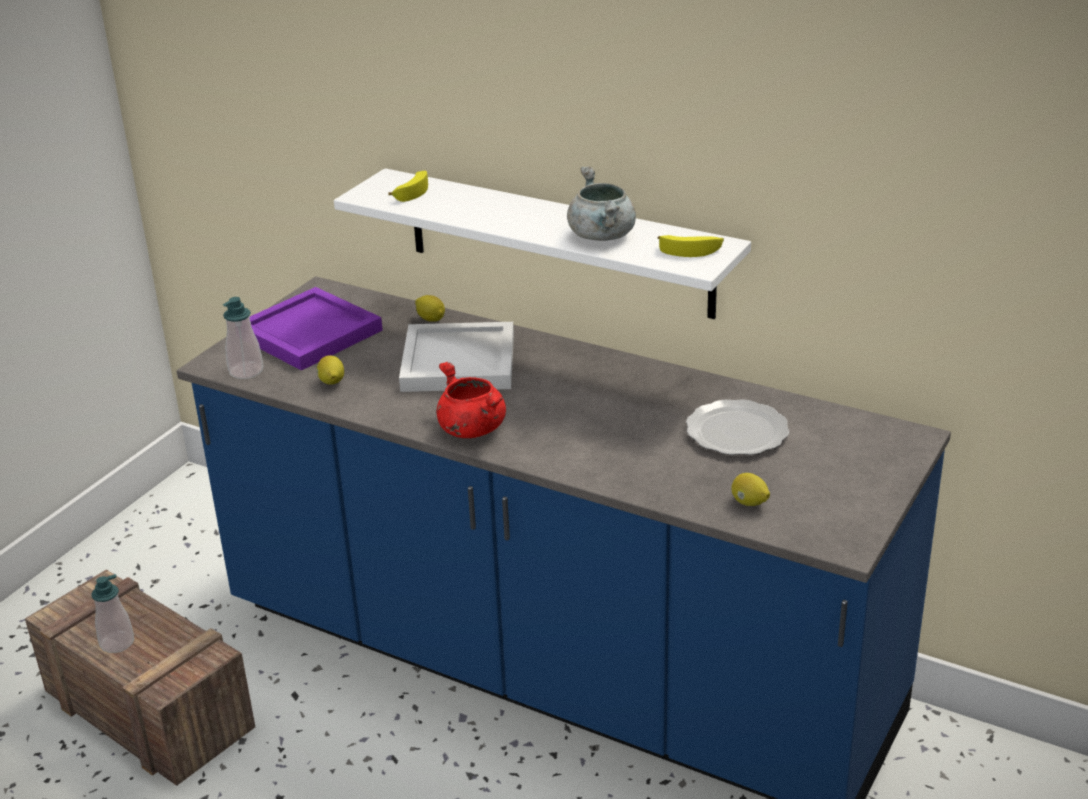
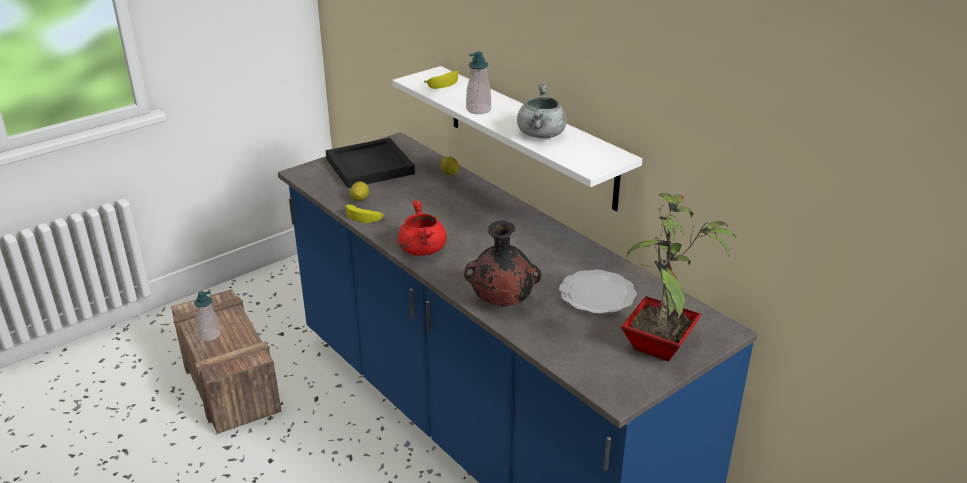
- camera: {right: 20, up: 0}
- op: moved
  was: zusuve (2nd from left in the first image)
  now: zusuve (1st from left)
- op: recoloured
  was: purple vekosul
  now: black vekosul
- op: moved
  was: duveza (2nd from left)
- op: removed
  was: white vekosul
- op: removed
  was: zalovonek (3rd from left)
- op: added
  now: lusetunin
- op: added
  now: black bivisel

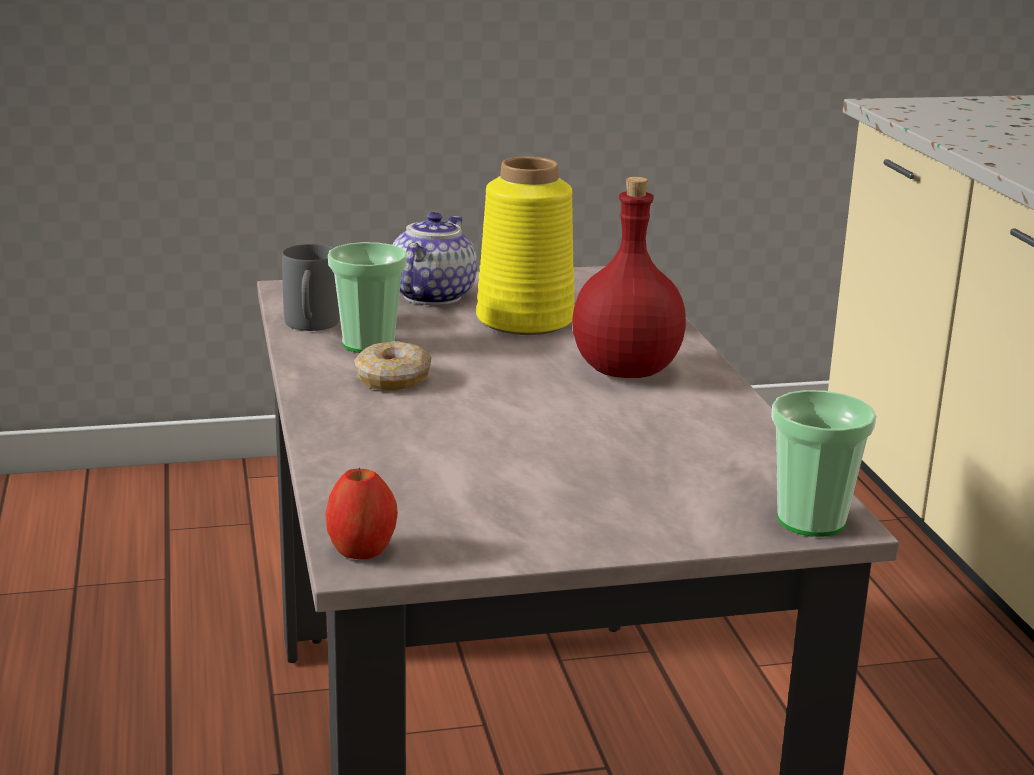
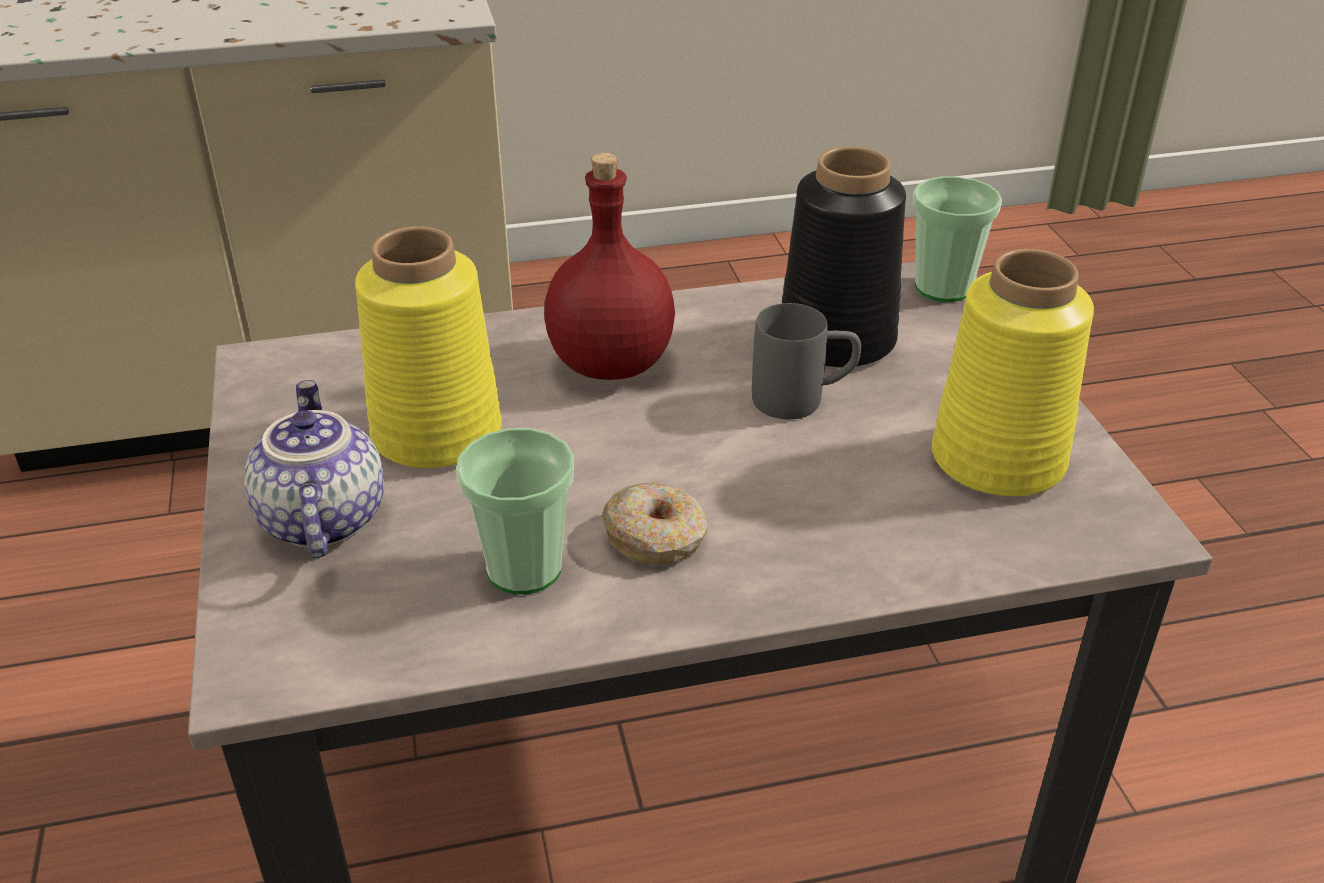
- camera: {right: -90, up: 15}
- op: turned
  was: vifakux
  clockwise: 60
- op: moved
  was: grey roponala
- op: removed
  was: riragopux
- op: added
  now: black bivisel
- op: added
  now: yellow bivisel (2nd from left)

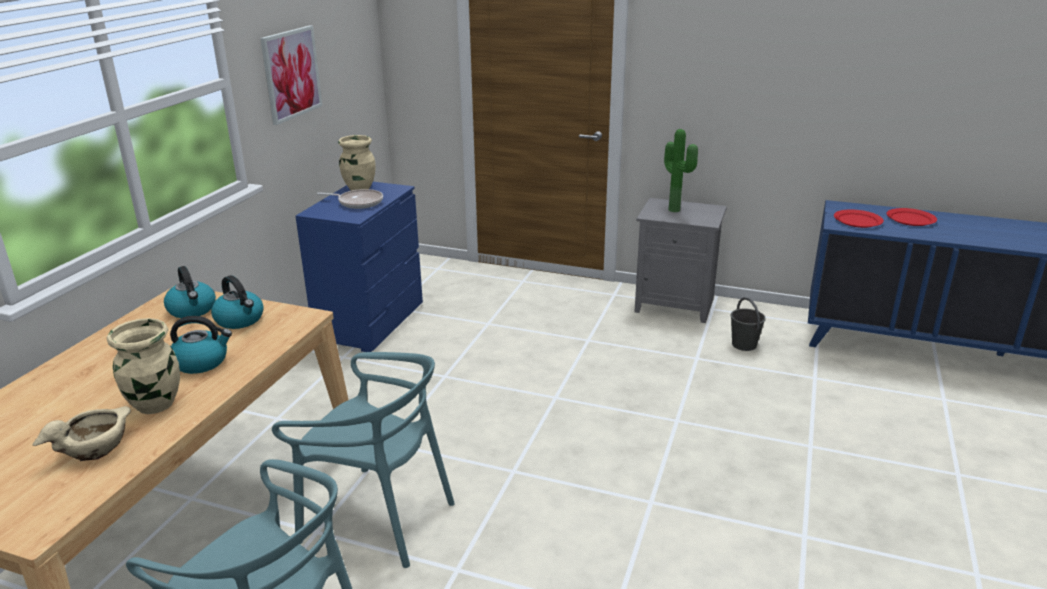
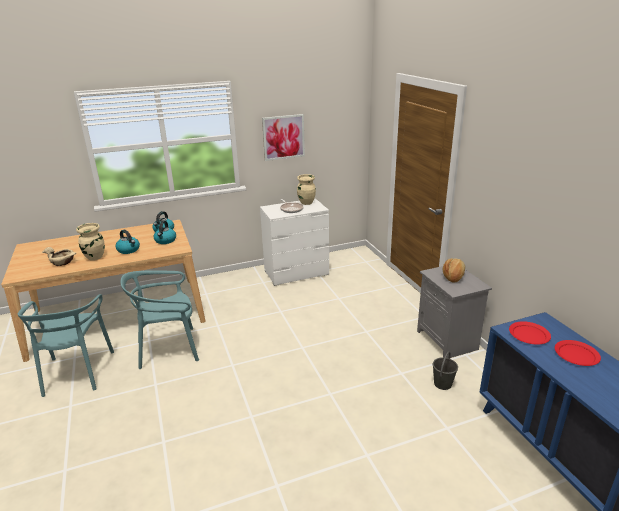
- camera: {right: 50, up: 0}
- op: replaced
  was: lusetunin
  now: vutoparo
- op: recoloured
  was: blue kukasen
  now: white kukasen
- op: turned
  was: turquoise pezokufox (2nd from left)
  clockwise: 90

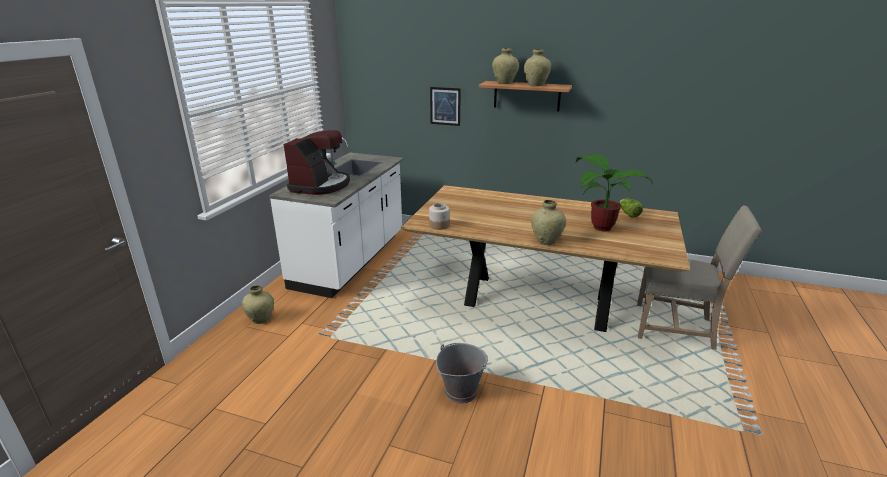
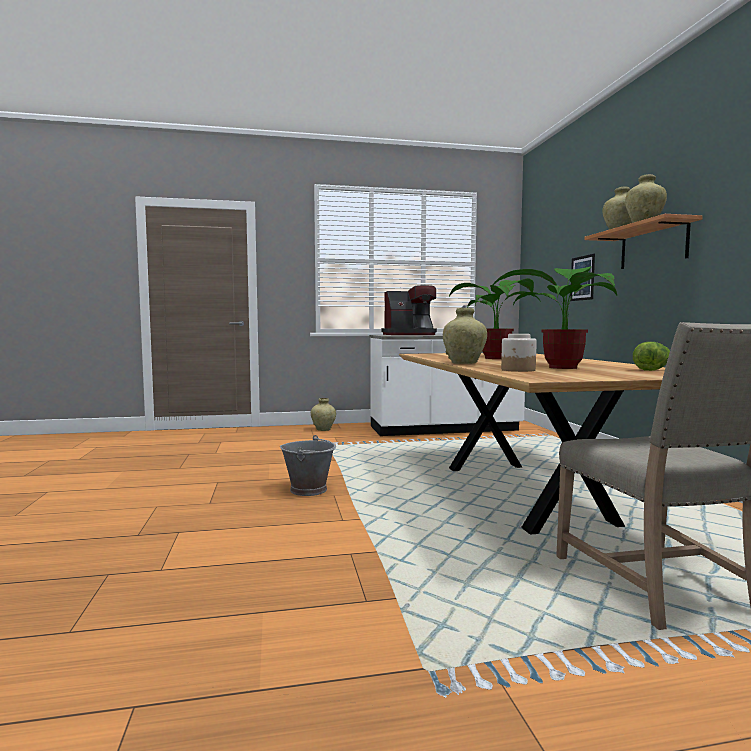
- camera: {right: 60, up: -20}
- op: moved
  was: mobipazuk
- op: added
  now: lusetunin (1st from left)

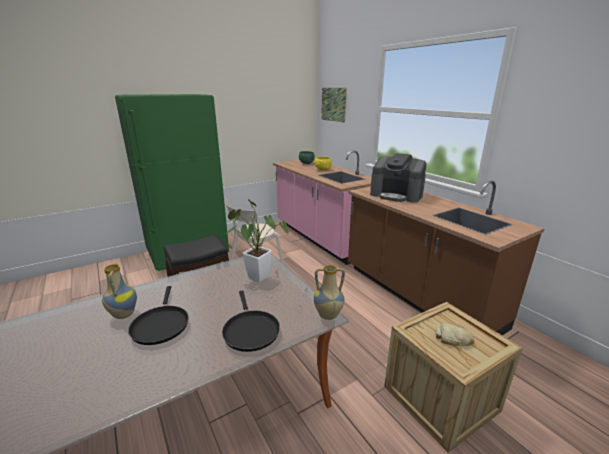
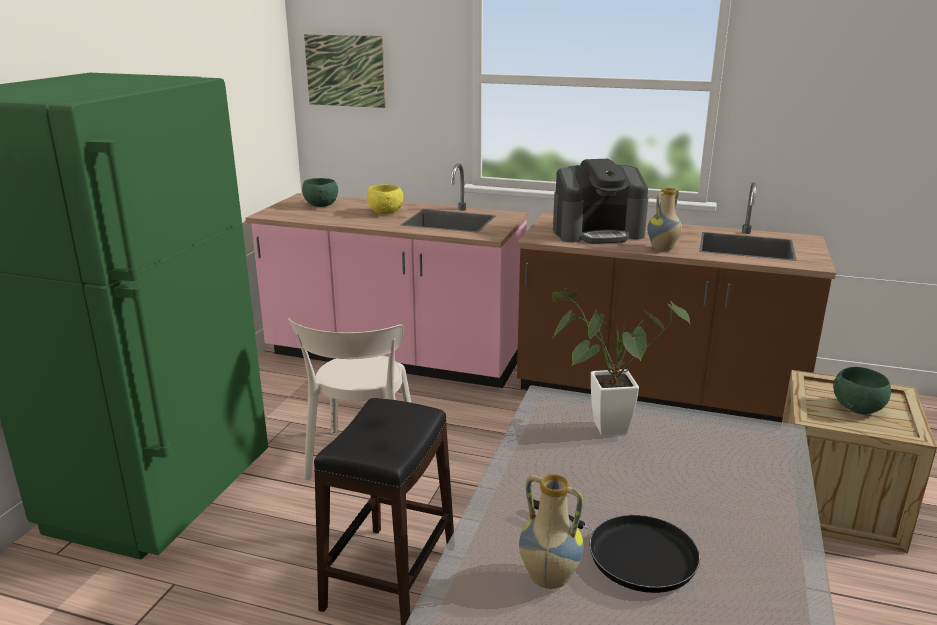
- camera: {right: -40, up: 0}
- op: moved
  was: bivisel (2nd from left)
- op: removed
  was: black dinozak (2nd from left)
- op: replaced
  was: vutoparo
  now: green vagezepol (2nd from left)

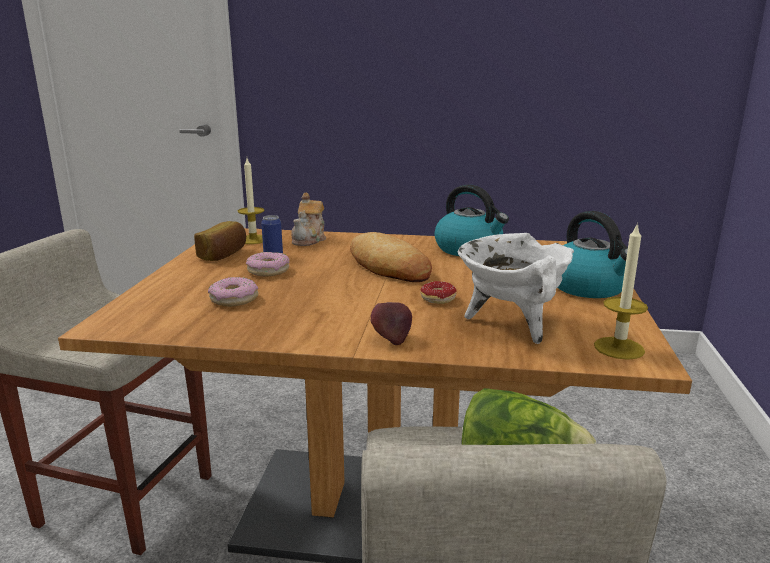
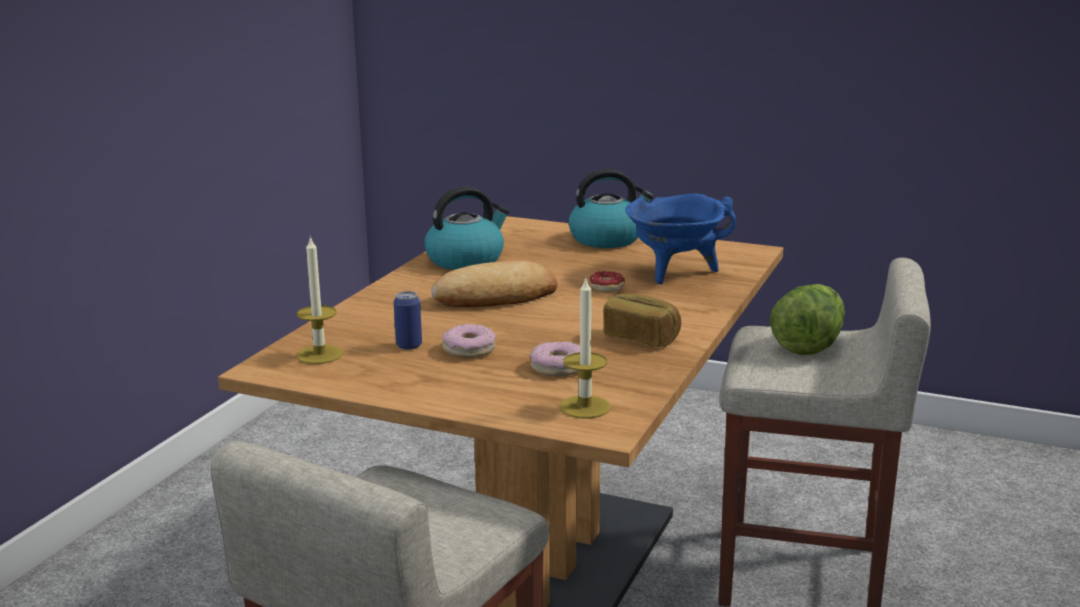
- camera: {right: -75, up: 0}
- op: removed
  was: vifakux
- op: moved
  was: vutoparo (1st from left in the first image)
  now: vutoparo (2nd from left)
- op: moved
  was: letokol (2nd from left)
- op: recoloured
  was: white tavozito
  now: blue tavozito
- op: removed
  was: riragopux

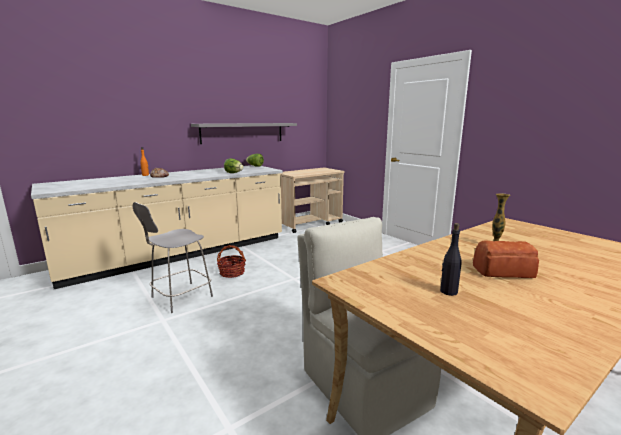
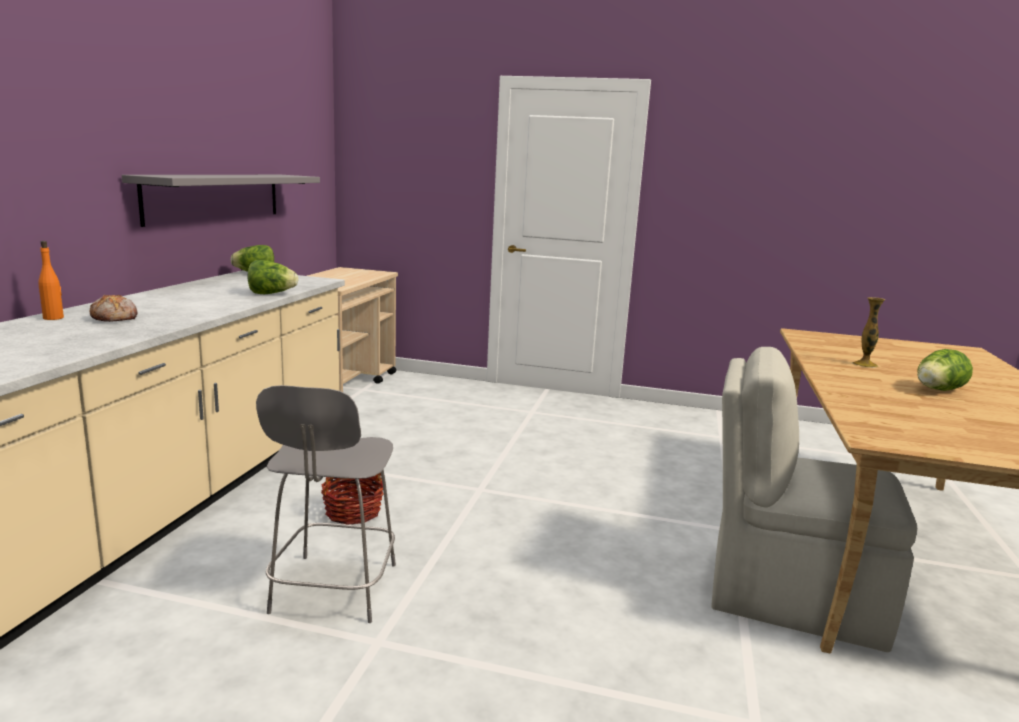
- camera: {right: -40, up: 0}
- op: removed
  was: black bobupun
- op: replaced
  was: vutoparo (2nd from left)
  now: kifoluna (3rd from left)

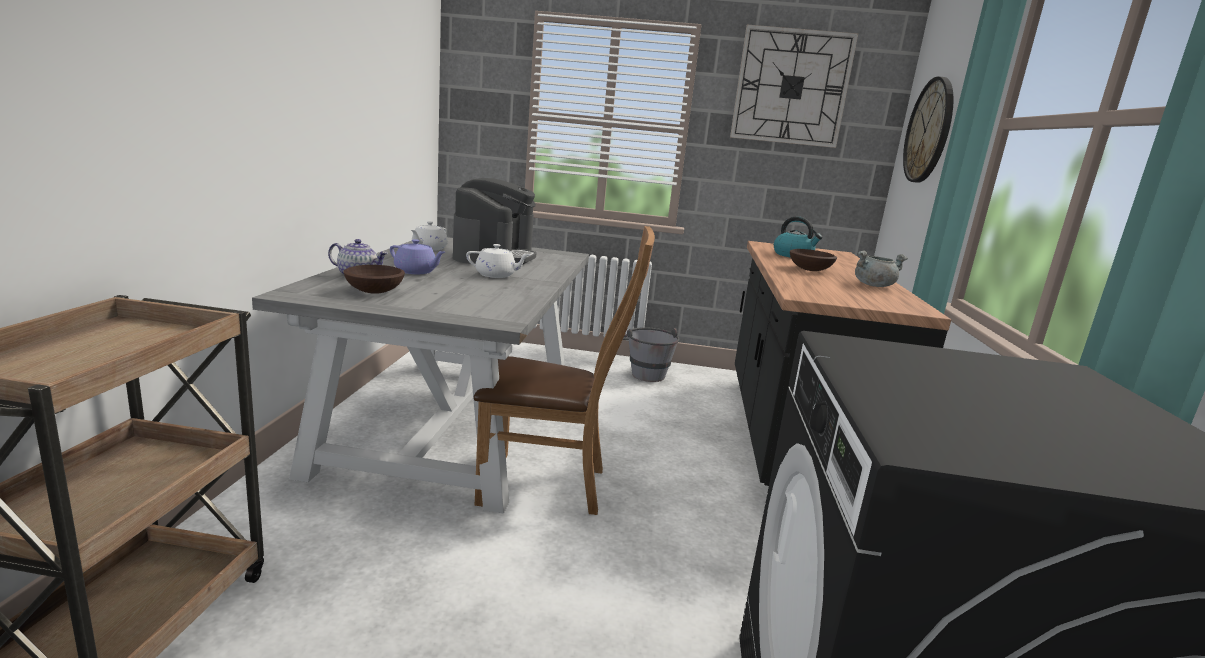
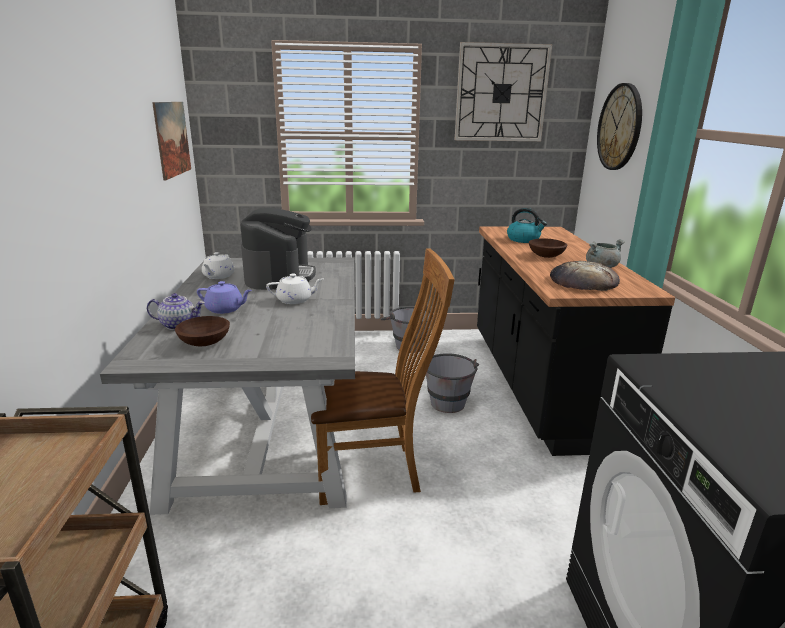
- camera: {right: -10, up: 5}
- op: added
  now: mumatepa
- op: added
  now: vutoparo
- op: added
  now: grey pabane (2nd from left)

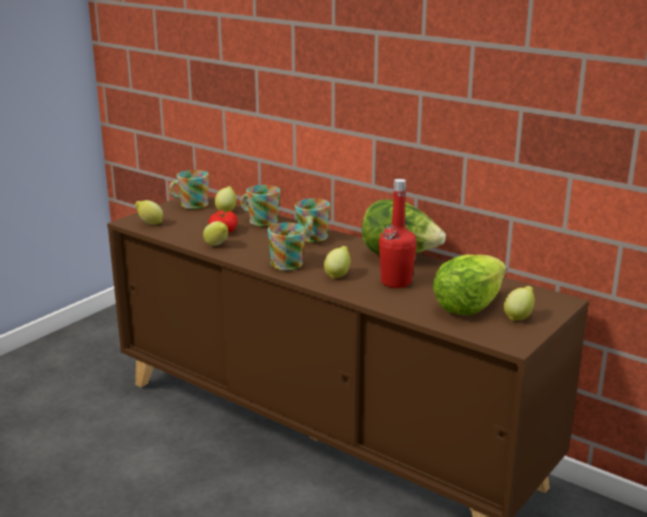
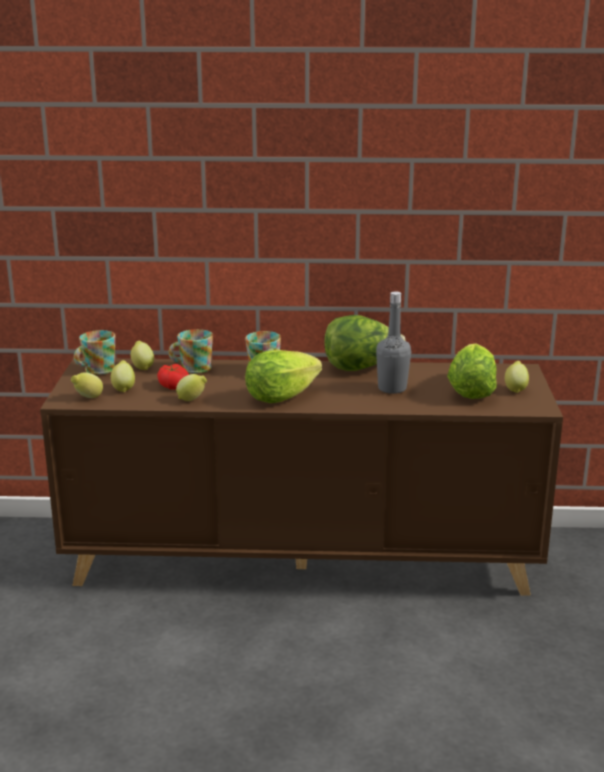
- camera: {right: -35, up: 0}
- op: recoloured
  was: red bobupun
  now: grey bobupun
- op: replaced
  was: roponala (3rd from left)
  now: kifoluna (1st from left)
- op: moved
  was: zalovonek (4th from left in the first image)
  now: zalovonek (2nd from left)

